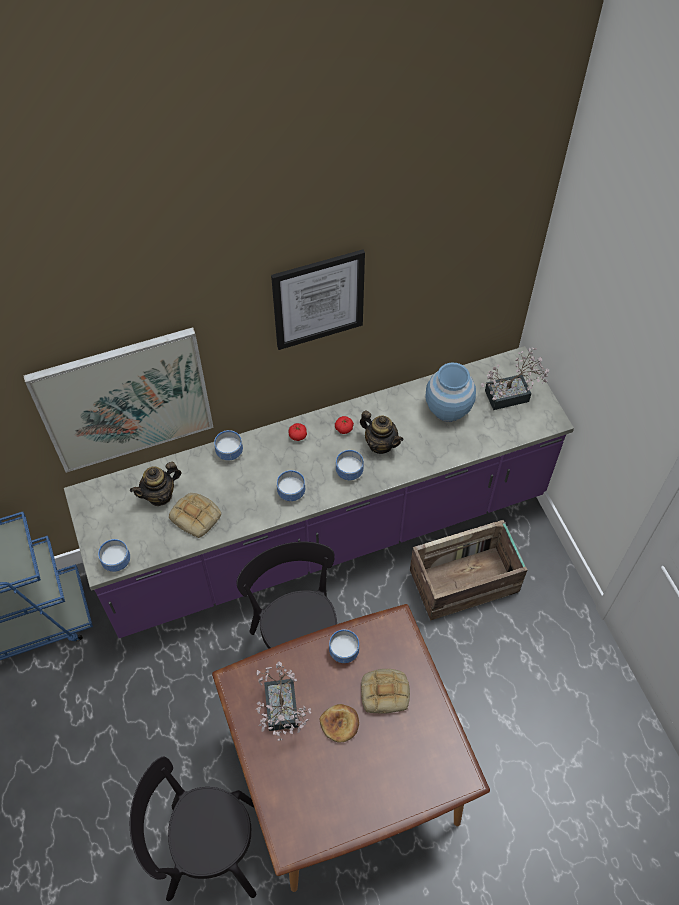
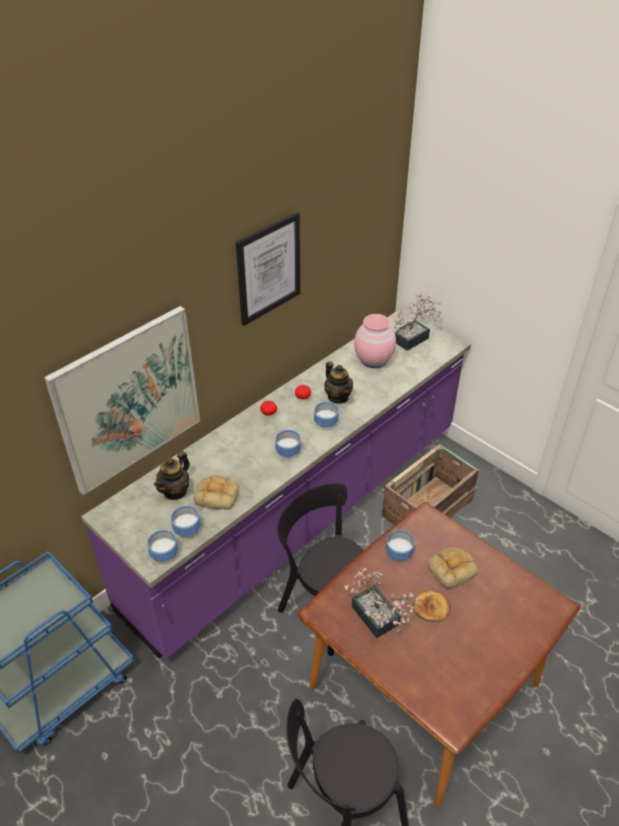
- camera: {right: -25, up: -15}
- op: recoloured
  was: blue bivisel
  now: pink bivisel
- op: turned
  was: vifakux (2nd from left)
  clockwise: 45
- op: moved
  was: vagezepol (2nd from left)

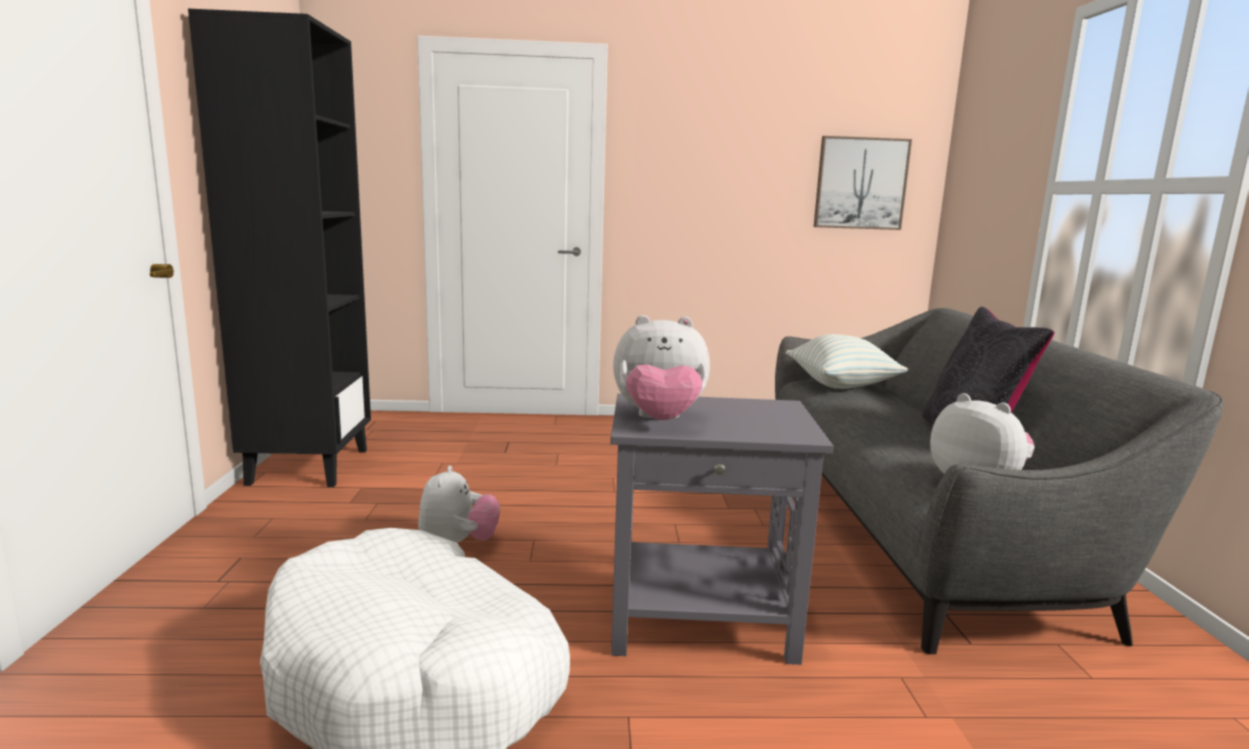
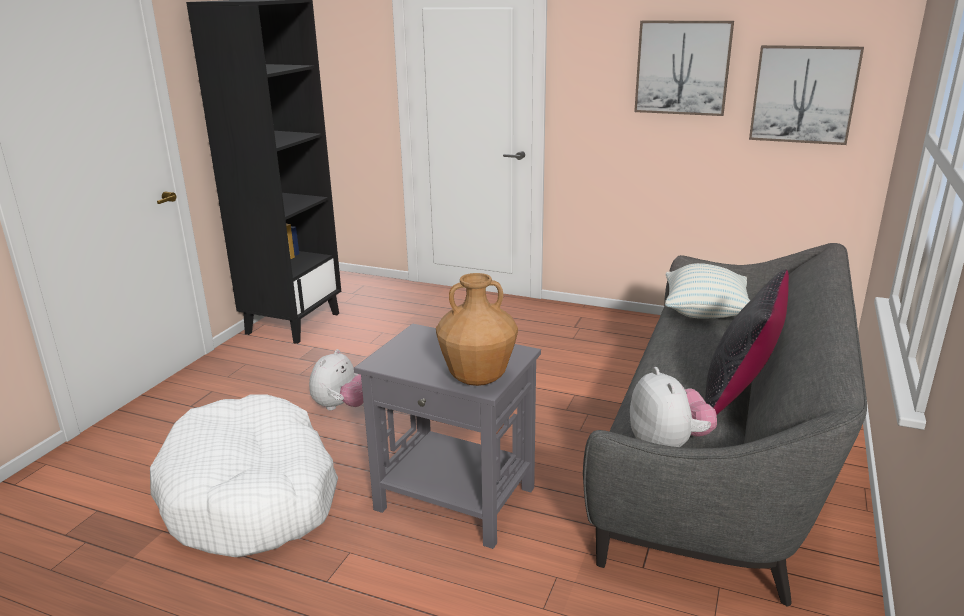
- camera: {right: 25, up: 10}
- op: removed
  was: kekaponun (2nd from left)
- op: added
  now: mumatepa (1st from left)
- op: added
  now: brown bivisel

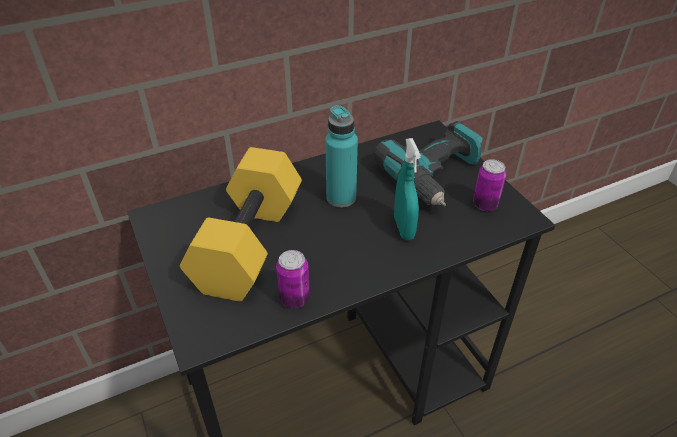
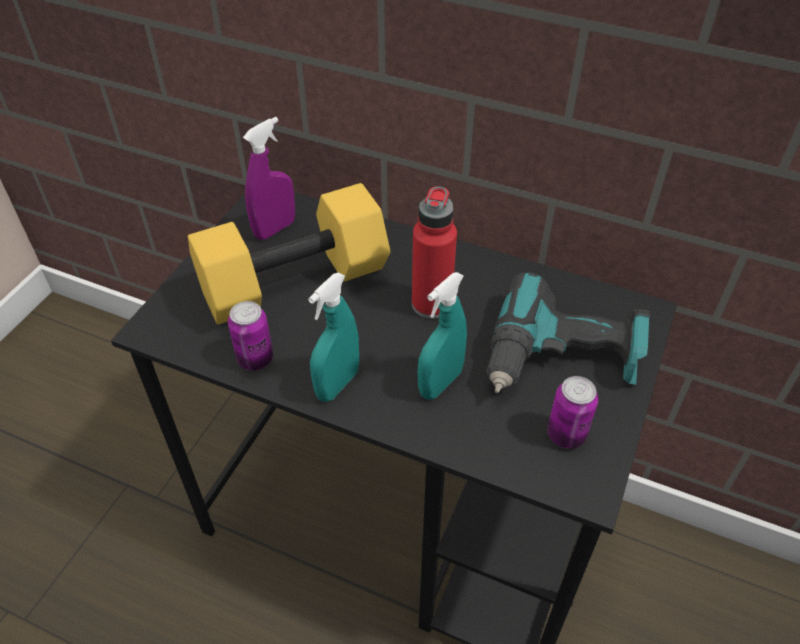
- camera: {right: 50, up: 5}
- op: recoloured
  was: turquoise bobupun
  now: red bobupun
- op: added
  now: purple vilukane
- op: added
  now: turquoise vilukane (1st from left)

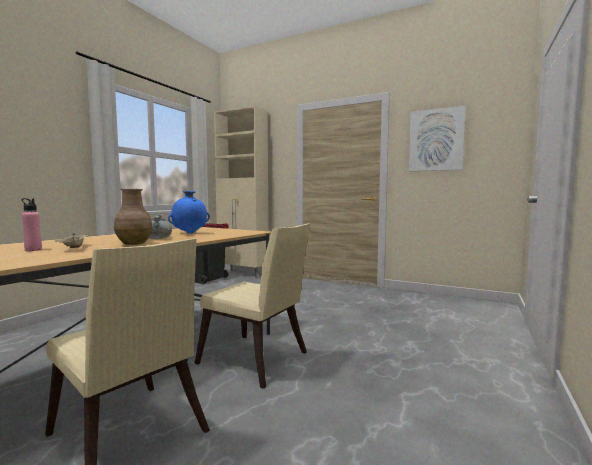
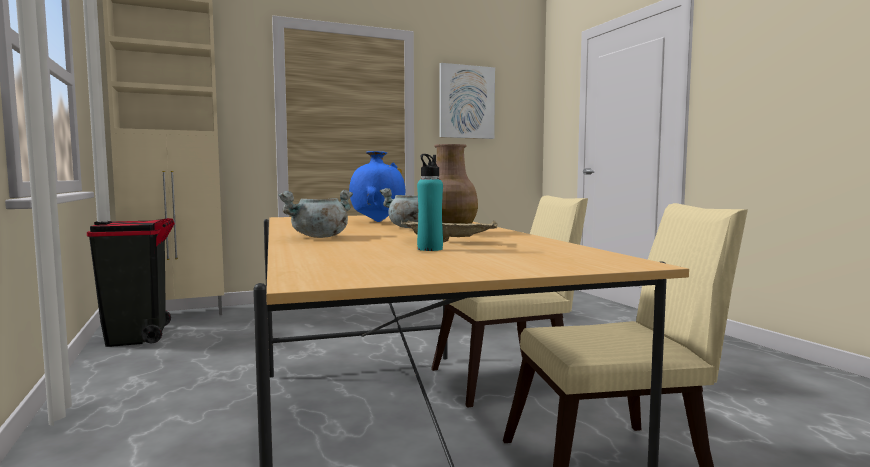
- camera: {right: -50, up: 0}
- op: recoloured
  was: pink bobupun
  now: turquoise bobupun
- op: added
  now: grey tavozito (1st from left)

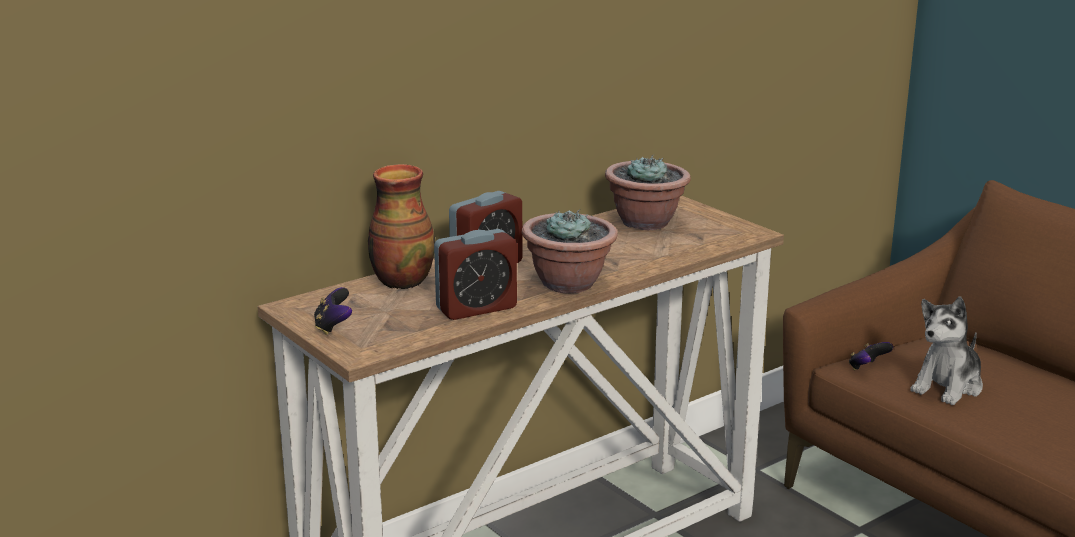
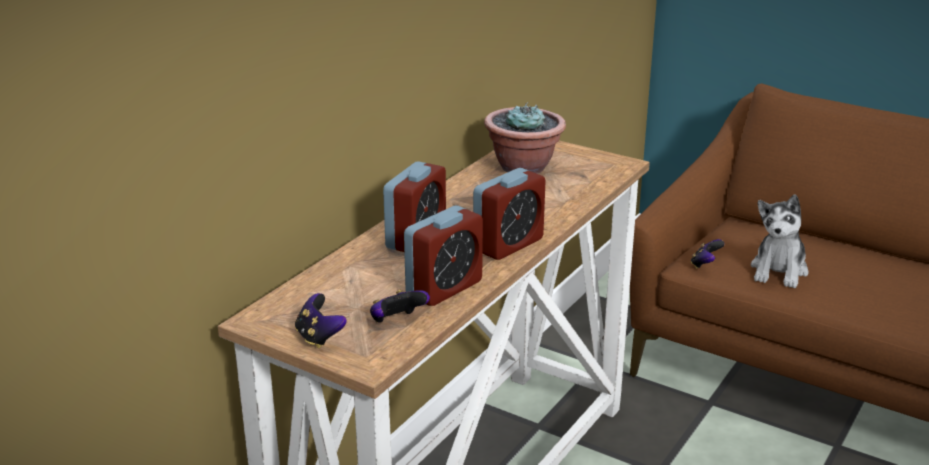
- camera: {right: -20, up: 5}
- op: removed
  was: bivisel
- op: replaced
  was: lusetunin (1st from left)
  now: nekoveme (3rd from left)
- op: added
  now: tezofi (2nd from left)

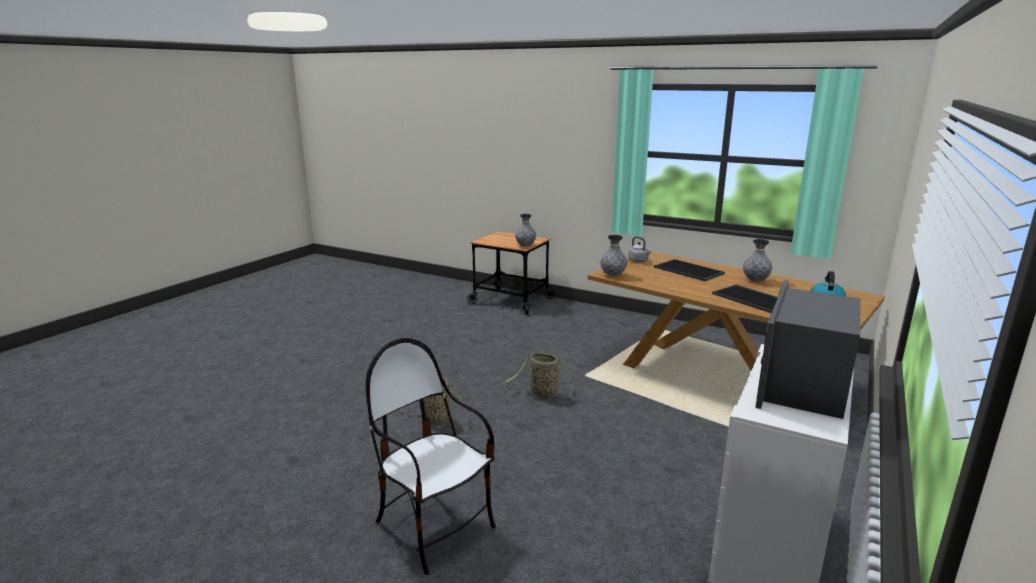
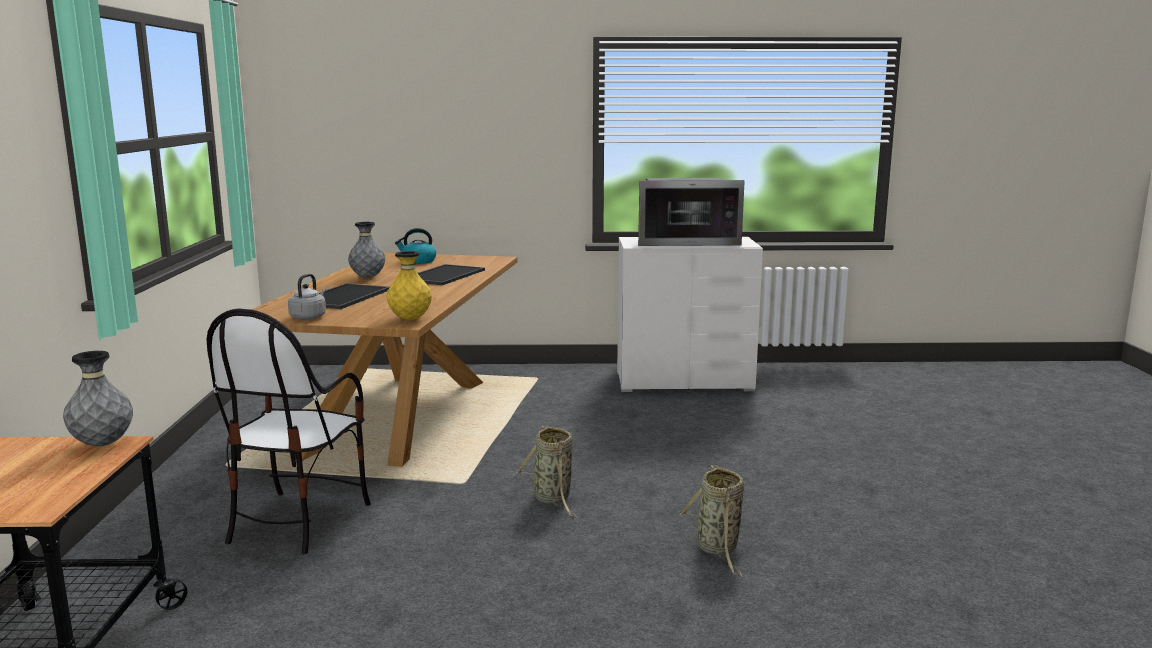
- camera: {right: -120, up: -5}
- op: recoloured
  was: grey bivisel (2nd from left)
  now: yellow bivisel
- op: moved
  was: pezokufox

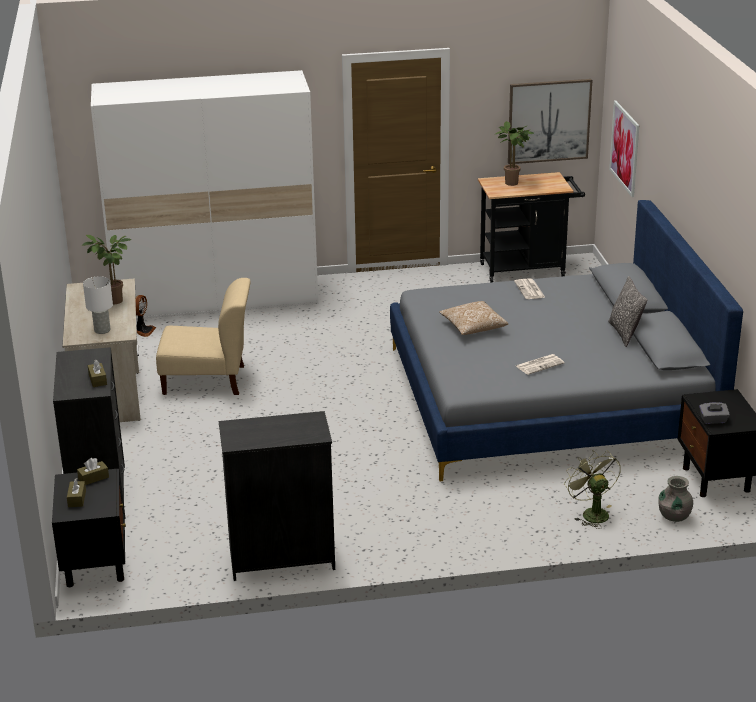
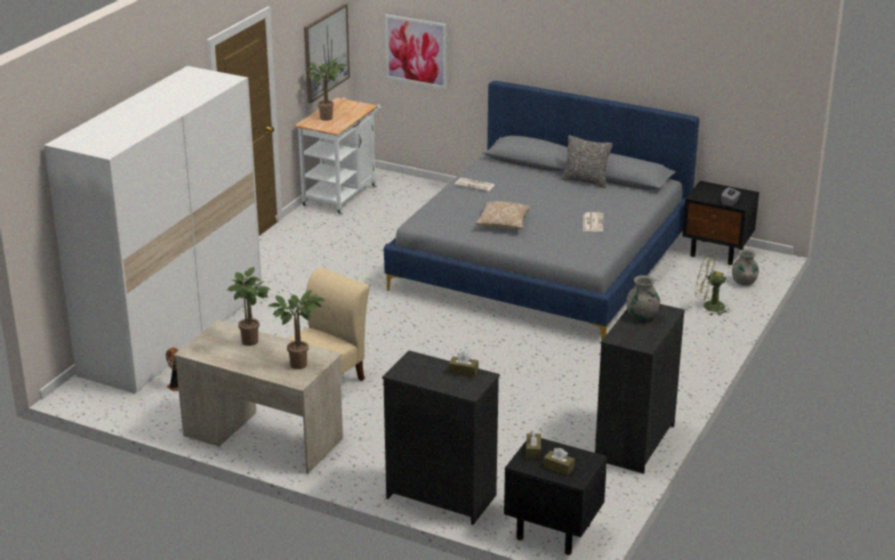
- camera: {right: -55, up: 0}
- op: recoloured
  was: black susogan
  now: white susogan
- op: replaced
  was: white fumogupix
  now: lusetunin (2nd from left)
- op: added
  now: grey bivisel (1st from left)

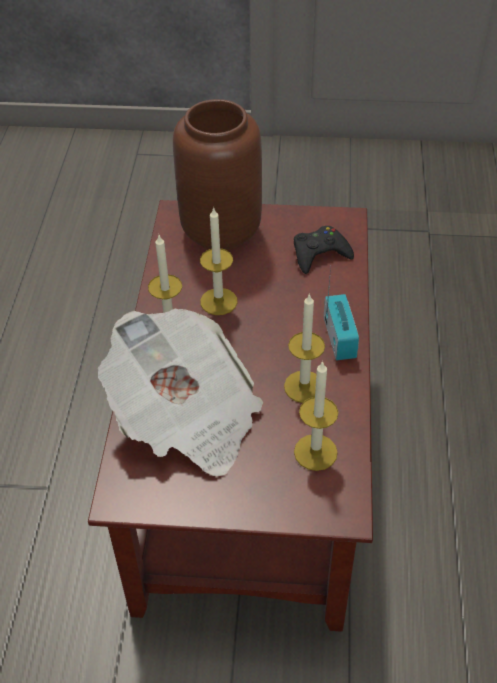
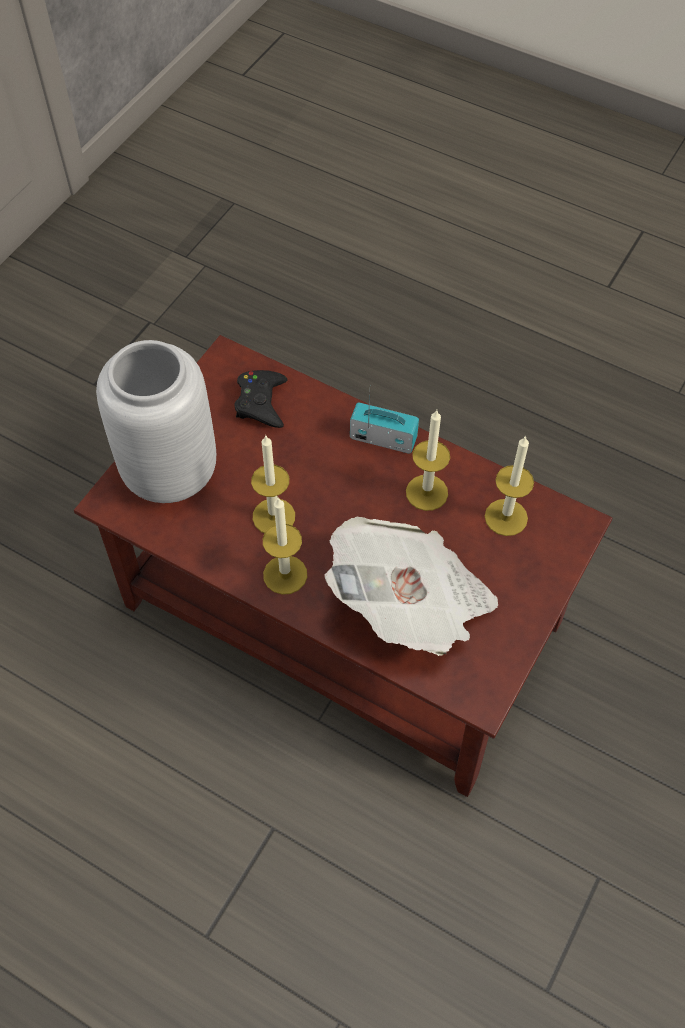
- camera: {right: -65, up: 10}
- op: recoloured
  was: brown bivisel
  now: grey bivisel

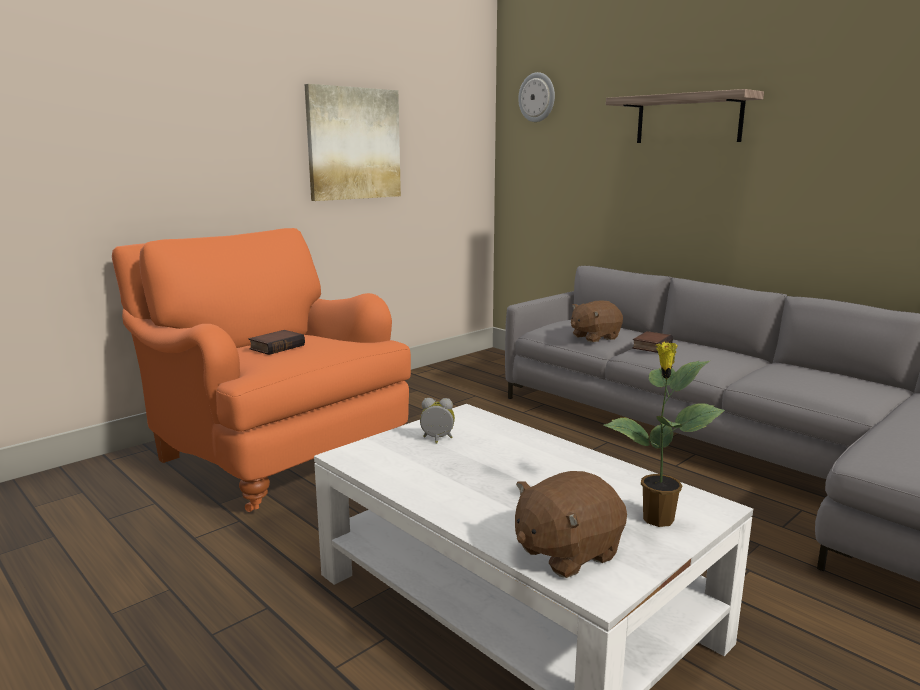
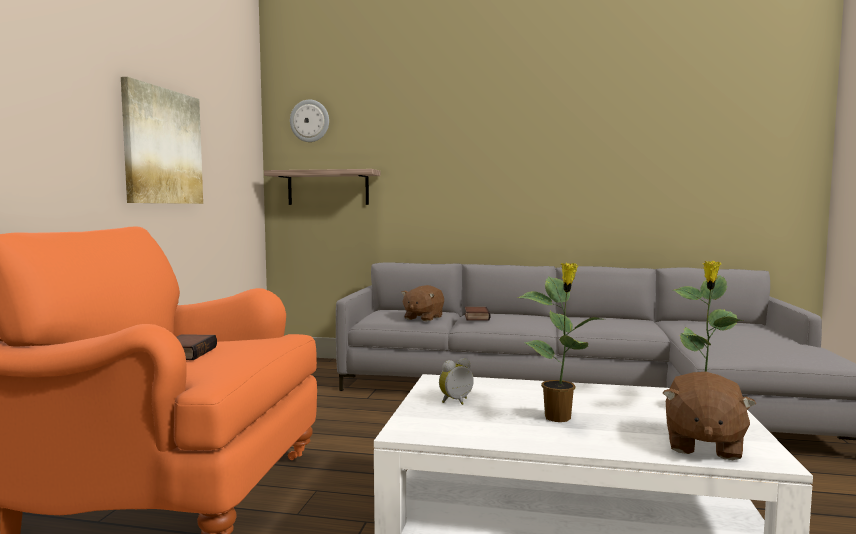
- camera: {right: -35, up: -10}
- op: moved
  was: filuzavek
- op: added
  now: lusetunin (1st from left)

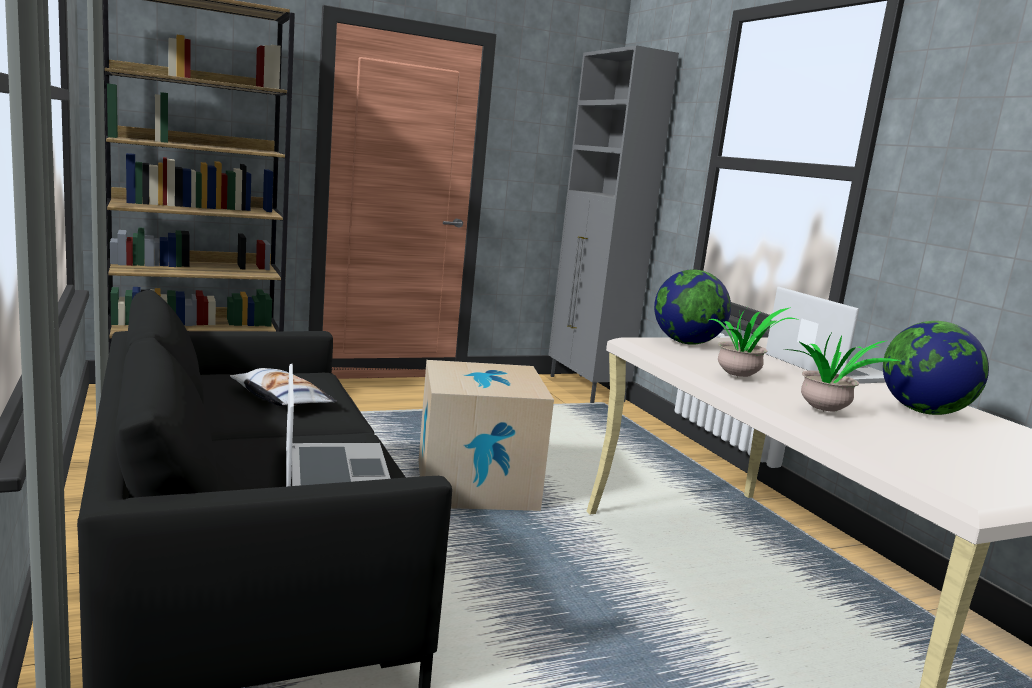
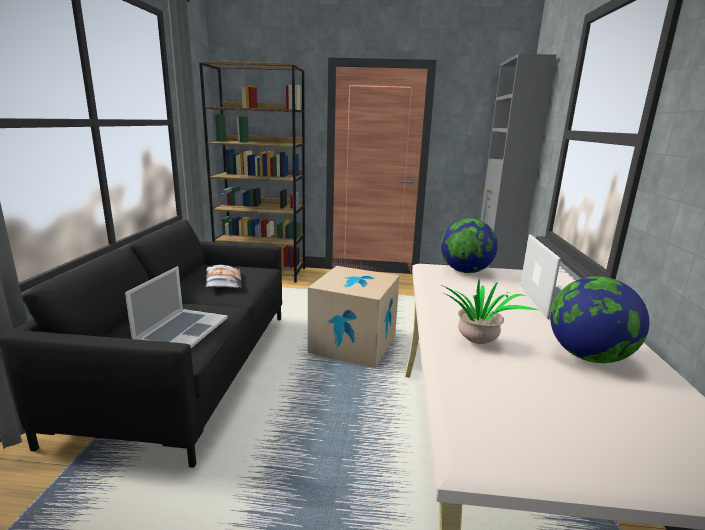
- camera: {right: 30, up: 5}
- op: removed
  was: lusetunin (1st from left)

